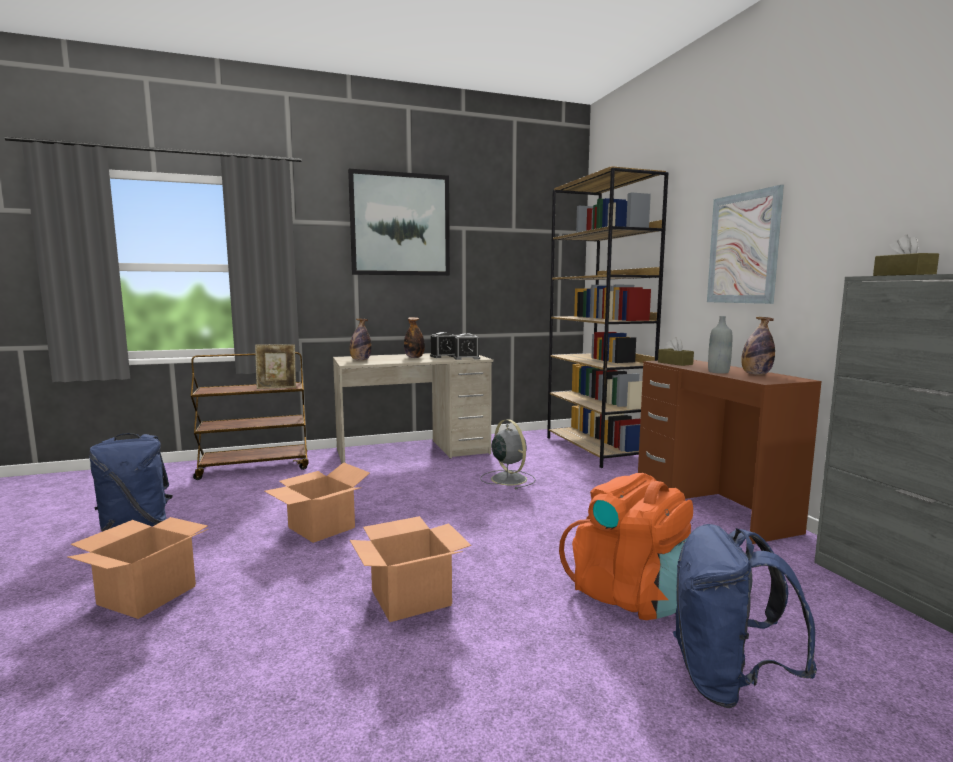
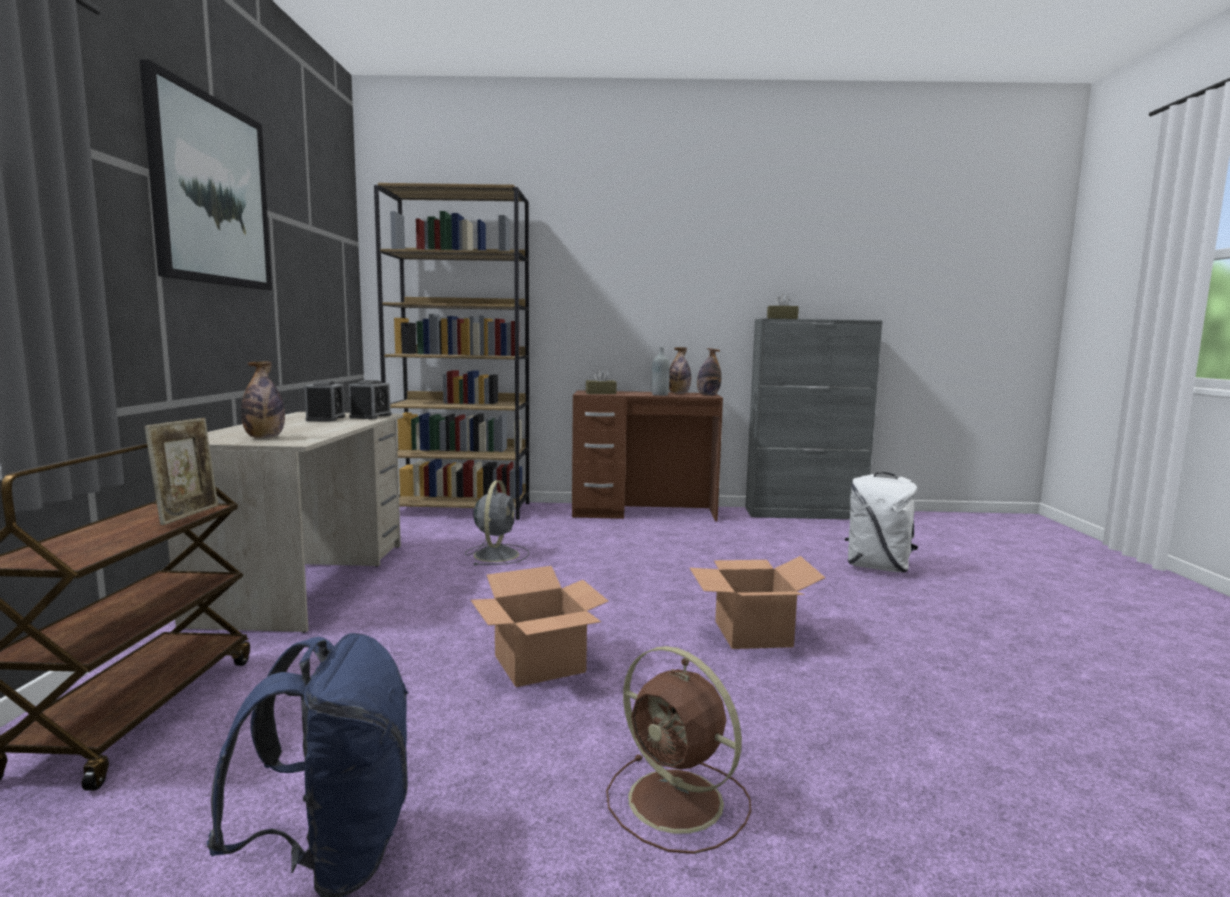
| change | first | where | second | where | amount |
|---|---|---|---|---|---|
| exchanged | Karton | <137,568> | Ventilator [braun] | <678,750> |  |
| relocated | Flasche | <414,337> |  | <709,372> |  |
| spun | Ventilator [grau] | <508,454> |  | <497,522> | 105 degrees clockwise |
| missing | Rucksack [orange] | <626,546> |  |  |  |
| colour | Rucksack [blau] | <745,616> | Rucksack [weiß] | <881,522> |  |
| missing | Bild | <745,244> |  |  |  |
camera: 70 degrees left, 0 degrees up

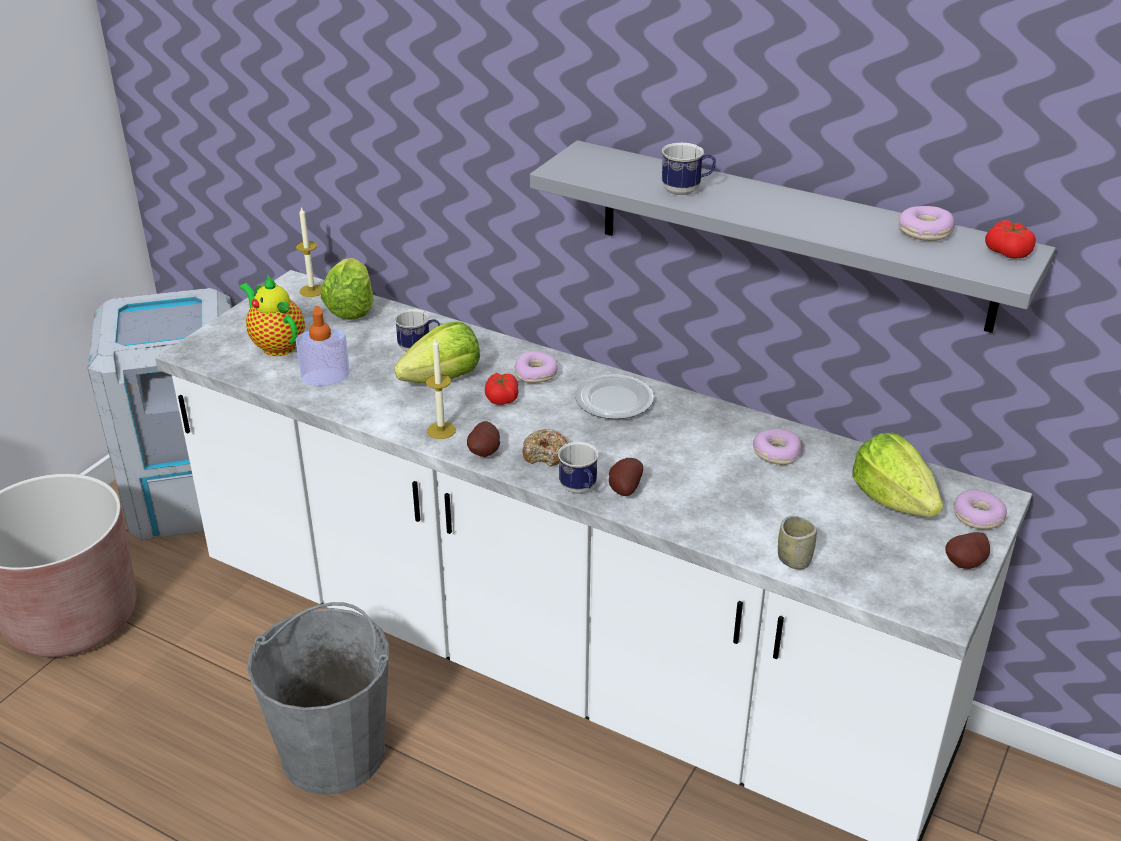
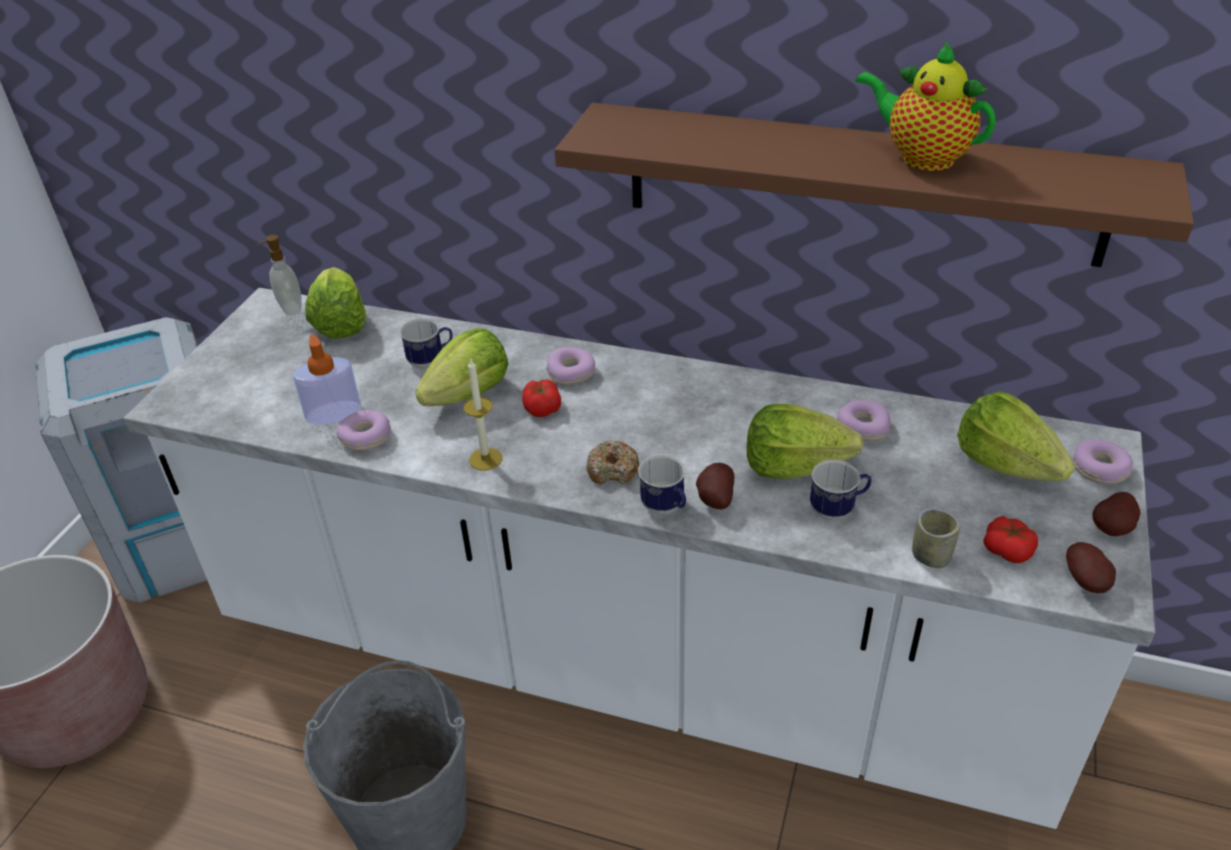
| change | first | where | second | where | amount |
|---|---|---|---|---|---|
| relocated | Teekanne | <272,315> |  | <926,106> |  |
| exchanged | Kerze | <309,251> | Seifenspender | <279,275> |  |
| relocated | Kartoffel | <483,439> |  | <1091,567> |  |
| colour | Wandregal [grau] | <793,236> | Wandregal [braun] | <874,185> |  |
| missing | Teller | <614,396> |  |  |  |
| relocated | Henkelbecher | <689,169> |  | <841,490> |  |
| relocated | Donut | <926,223> |  | <363,430> |  |
| relocated | Tomate | <1010,239> |  | <1010,539> |  |
| appeared |  |  | Salatkopf | <805,441> |  |
camera: 10 degrees left, 5 degrees up

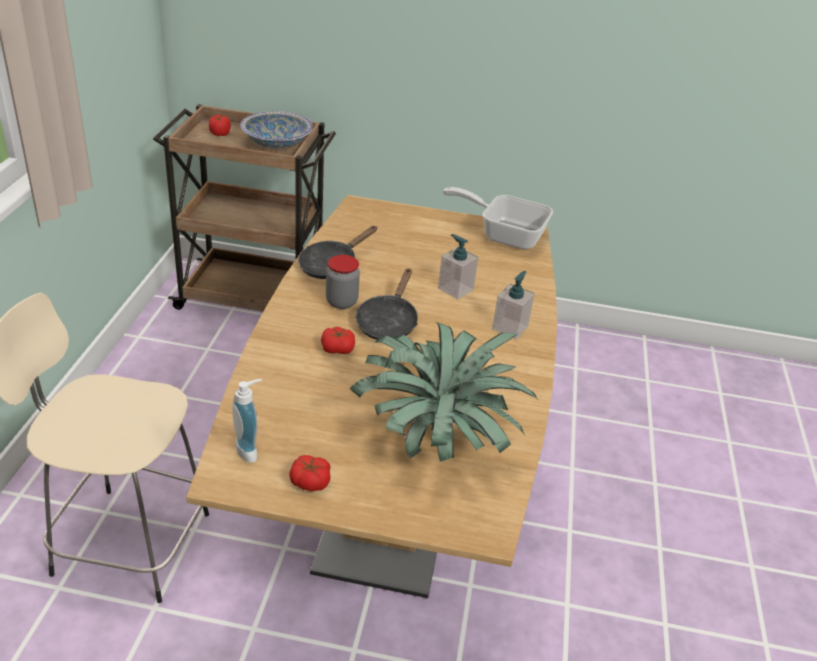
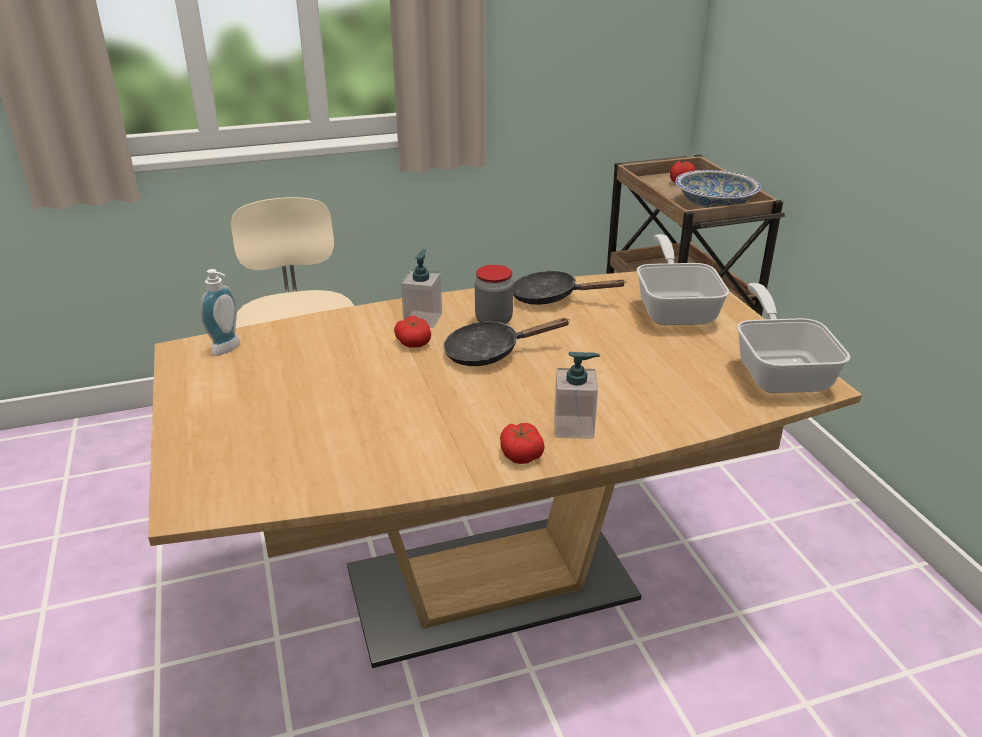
| change | first | where | second | where | amount |
|---|---|---|---|---|---|
| relocated | Tomate | <310,473> |  | <522,443> |  |
| missing | Topfpflanze | <444,392> |  |  |  |
| relocated | Seifenspender | <458,266> |  | <421,288> |  |
| appeared |  |  | Pfanne | <683,279> |  |
camera: 65 degrees right, 5 degrees down

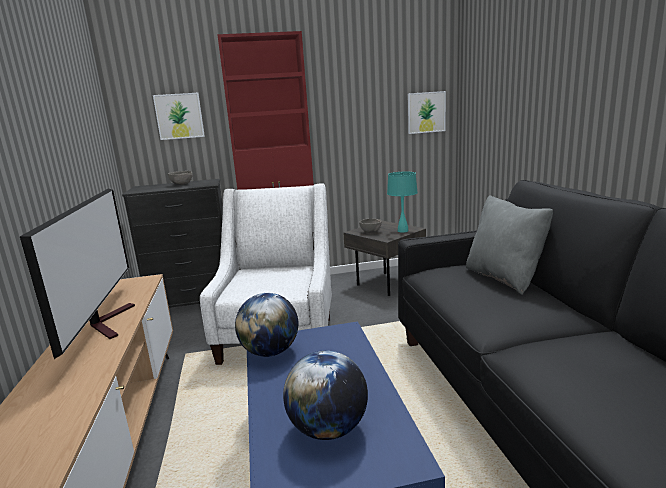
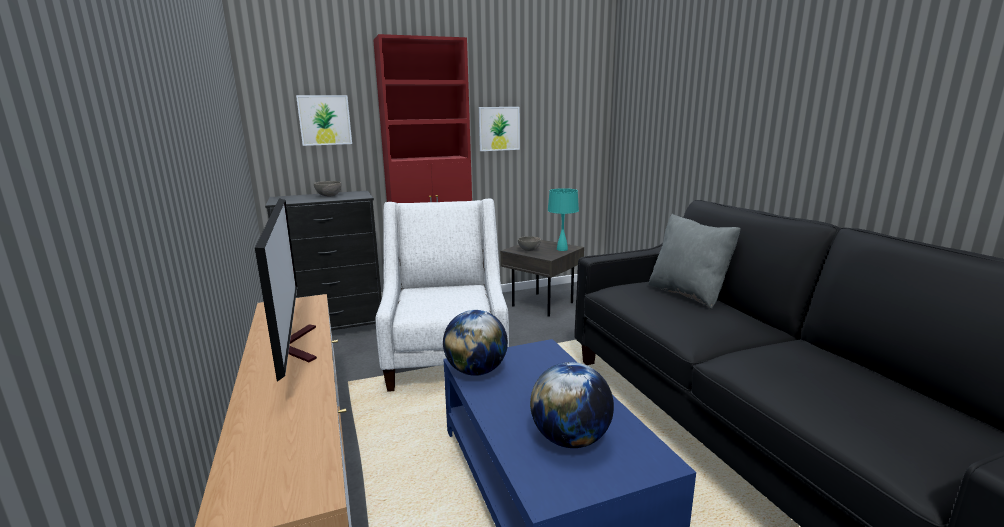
| change | first | where | second | where | amount |
|---|---|---|---|---|---|
| relocated | Bild | <427,112> |  | <499,129> |  |
camera: 10 degrees left, 0 degrees up

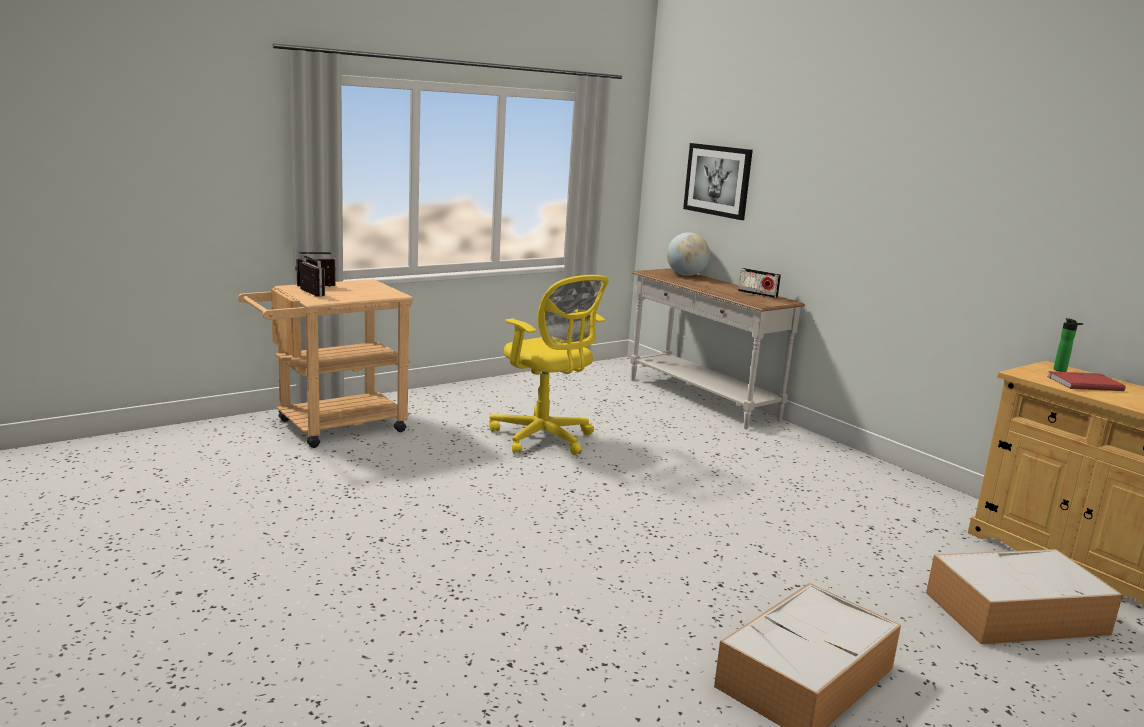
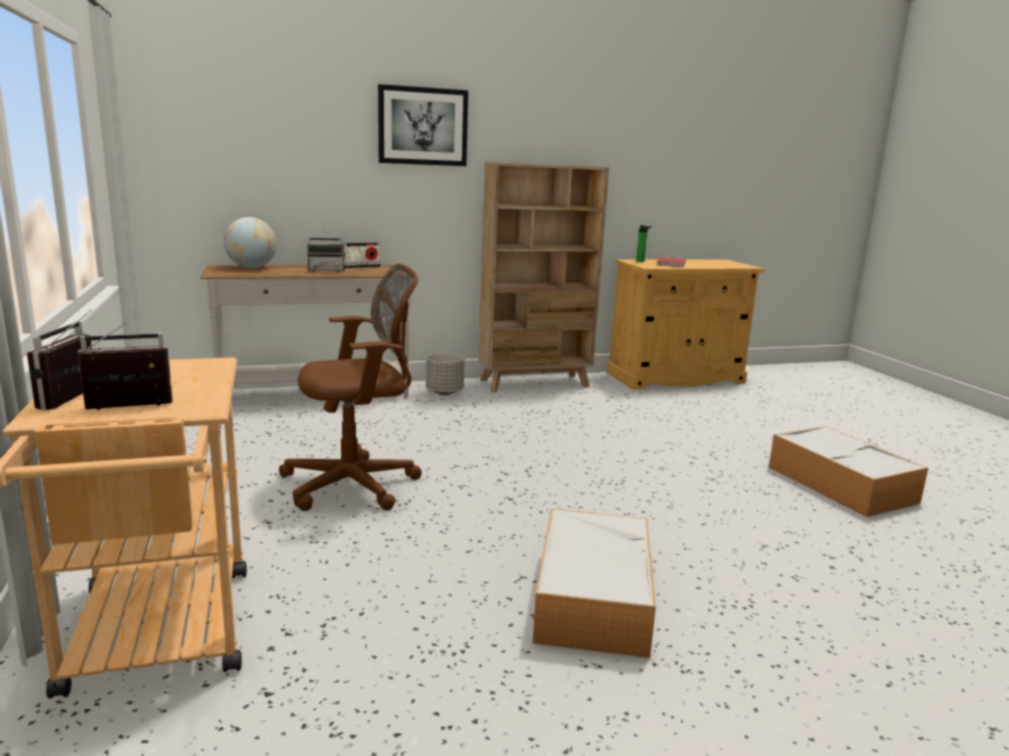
| change | first | where | second | where | amount |
|---|---|---|---|---|---|
| colour | Bürostuhl [gelb] | <549,365> | Bürostuhl [braun] | <350,387> |  |
| relocated | Bild | <718,181> |  | <423,125> |  |
| relocated | Aufbewahrungsbox | <1024,596> |  | <594,583> |  |
| appeared |  |  | Radio | <326,250> |  |
| appeared |  |  | Pflanzkübel [grau] | <445,374> |  |
| appeared |  |  | Bücherregal [beige] | <543,277> |  |
camera: 70 degrees left, 0 degrees up

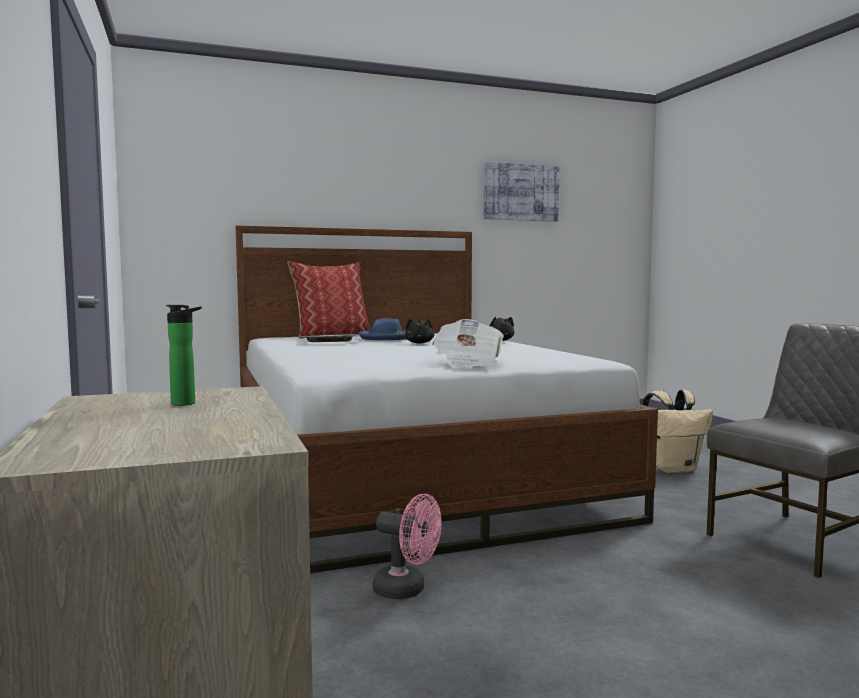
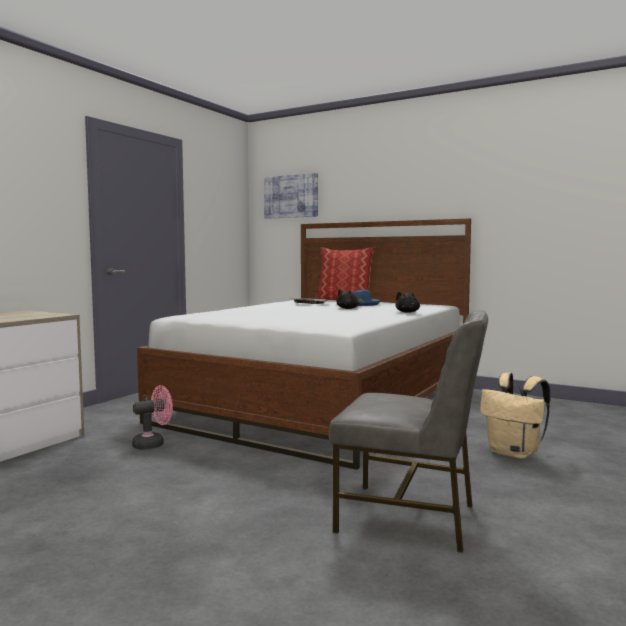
| change | first | where | second | where | amount |
|---|---|---|---|---|---|
| missing | Flasche | <184,355> |  |  |  |
| spun | Ventilator [rosa] | <407,546> |  | <152,417> | 105 degrees counterclockwise |
| missing | Zeitung | <468,344> |  |  |  |
| relocated | Bild | <521,192> |  | <291,196> |  |
camera: 50 degrees right, 0 degrees up

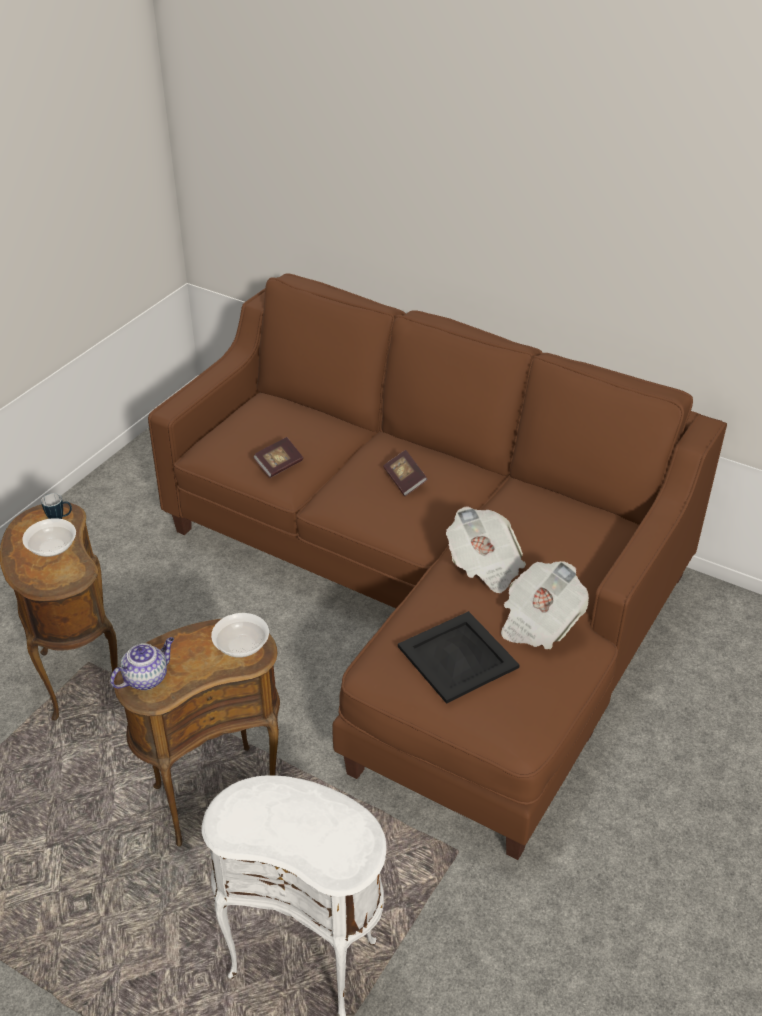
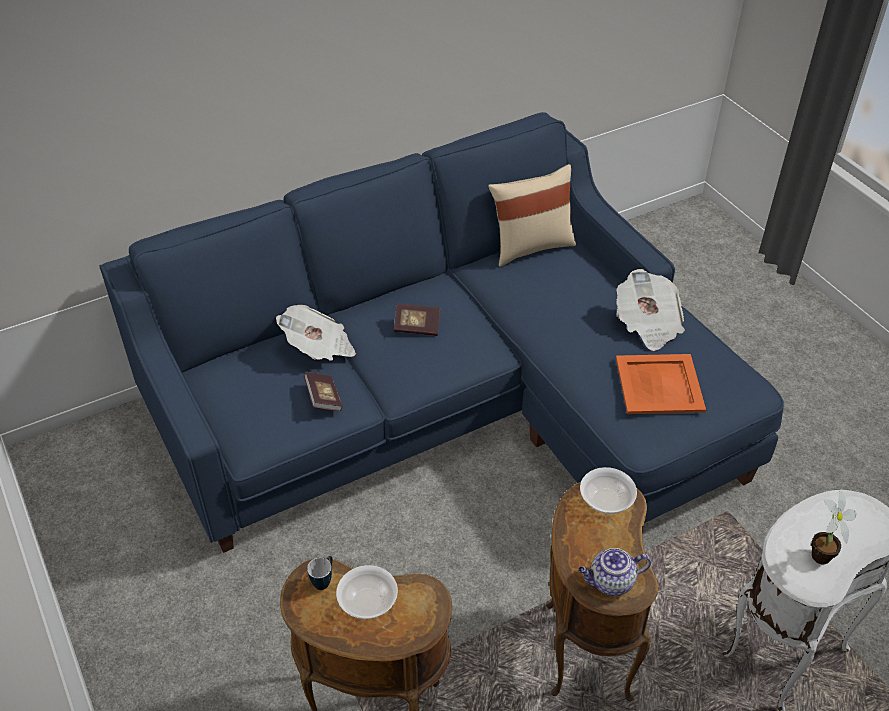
| change | first | where | second | where | amount |
|---|---|---|---|---|---|
| spun | Teekanne | <142,663> |  | <614,572> | 90 degrees counterclockwise |
| colour | Sofa [braun] | <437,566> | Sofa [blau] | <442,332> |  |
| colour | Tablett [schwarz] | <458,657> | Tablett [orange] | <661,384> |  |
| relocated | Zeitung | <486,549> |  | <316,333> |  |
| appeared |  |  | Kissen [beige] | <532,215> |  |
| appeared |  |  | Topfpflanze | <834,526> |  |
camera: 60 degrees left, 5 degrees up

